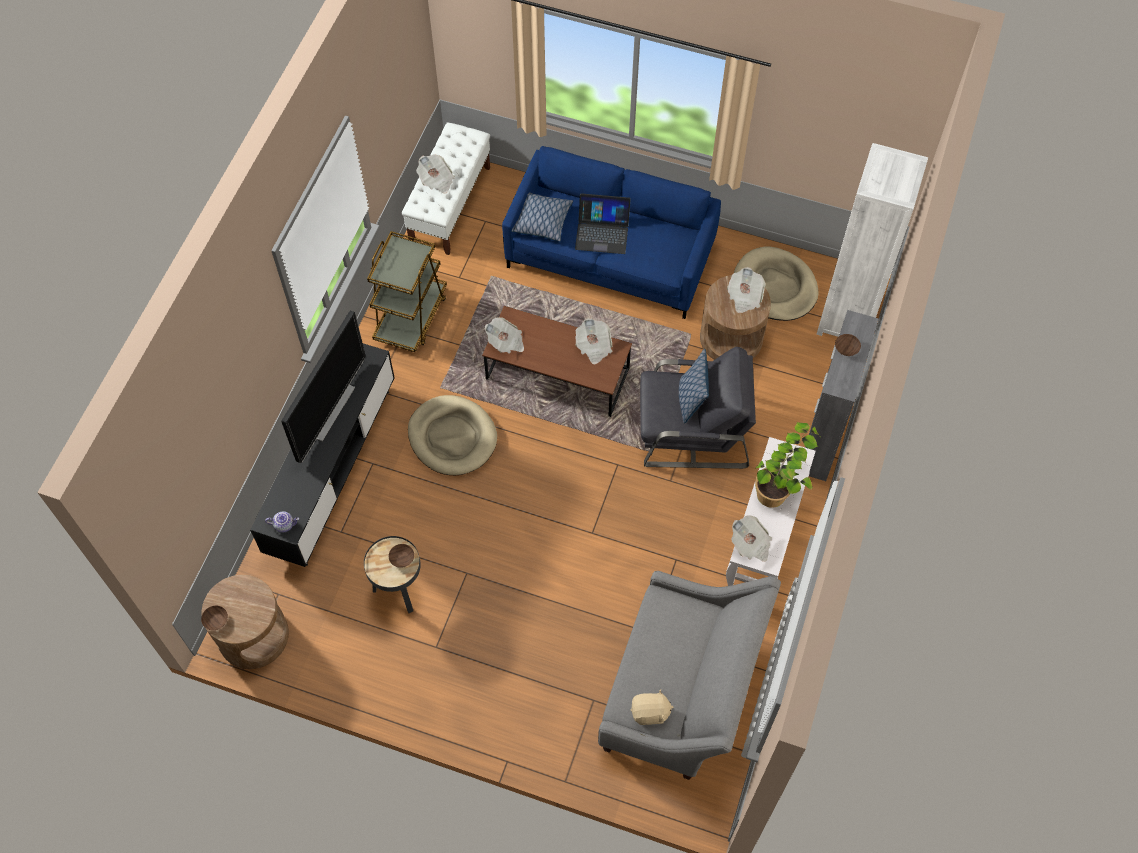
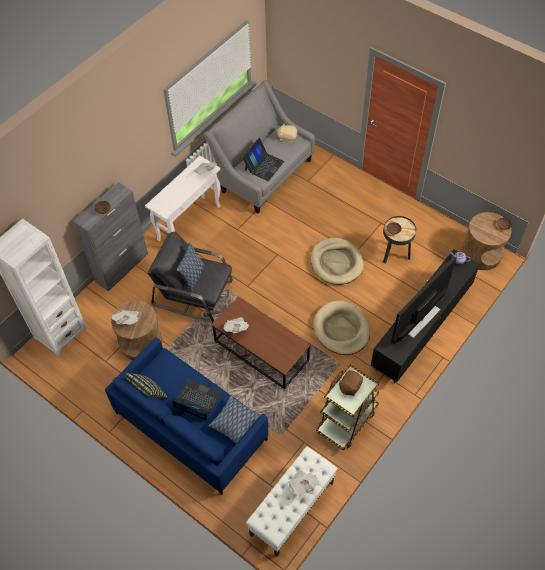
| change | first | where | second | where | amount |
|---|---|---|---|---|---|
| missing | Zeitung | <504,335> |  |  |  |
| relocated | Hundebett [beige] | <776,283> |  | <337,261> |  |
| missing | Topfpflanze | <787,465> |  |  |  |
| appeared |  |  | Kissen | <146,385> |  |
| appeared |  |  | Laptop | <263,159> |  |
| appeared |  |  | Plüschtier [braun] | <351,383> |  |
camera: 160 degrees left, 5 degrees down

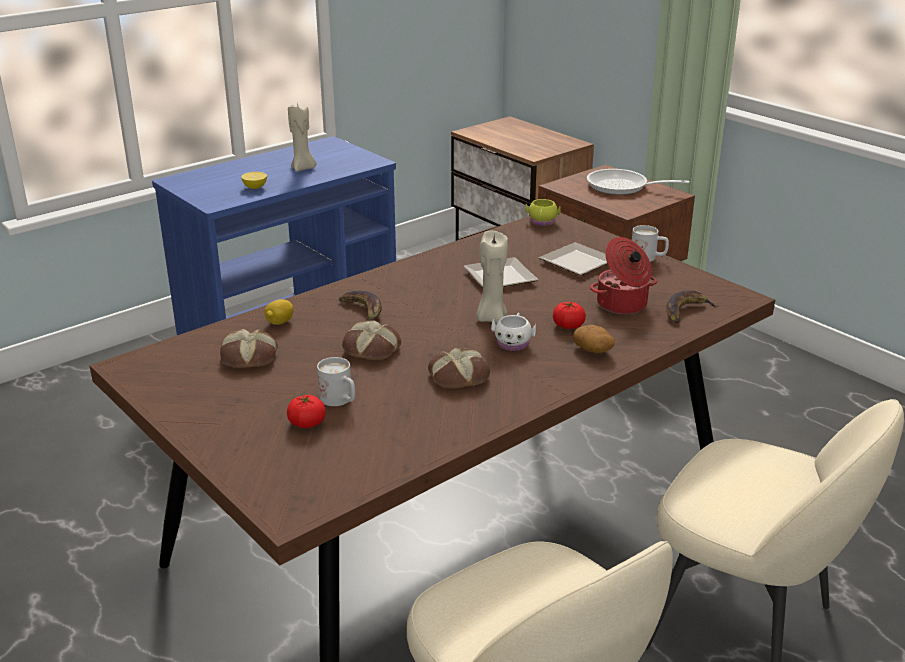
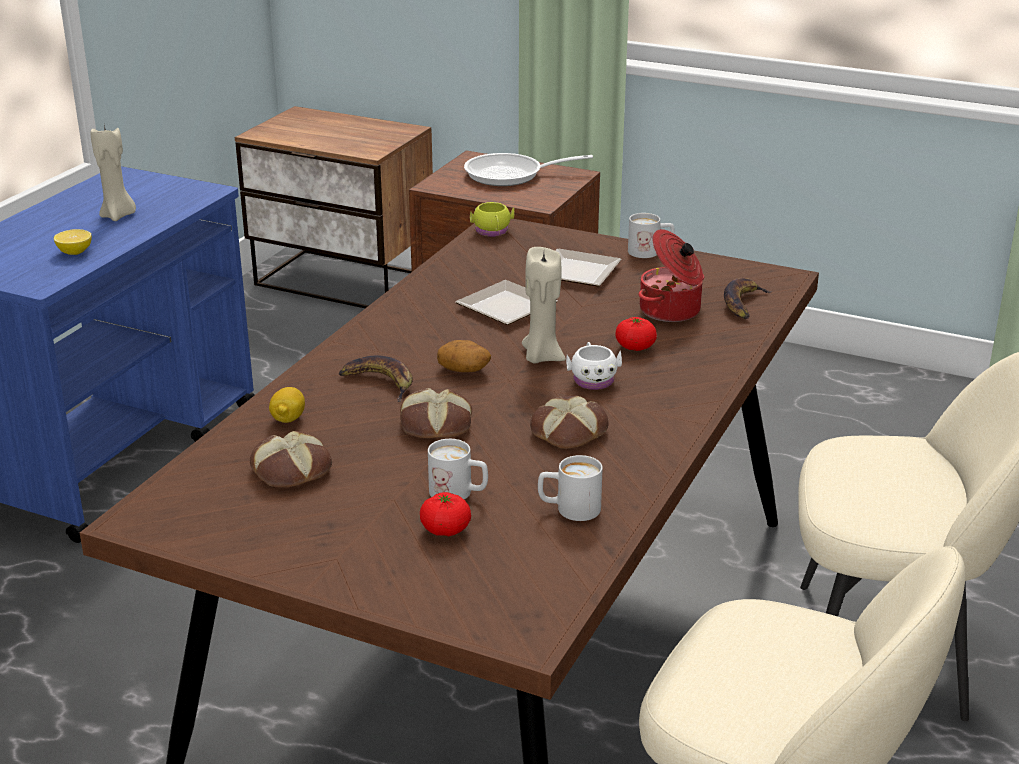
| change | first | where | second | where | amount |
|---|---|---|---|---|---|
| relocated | Kartoffel | <594,339> |  | <464,356> |  |
| appeared |  |  | Henkelbecher [weiß] | <570,488> |  |
camera: 25 degrees left, 0 degrees up

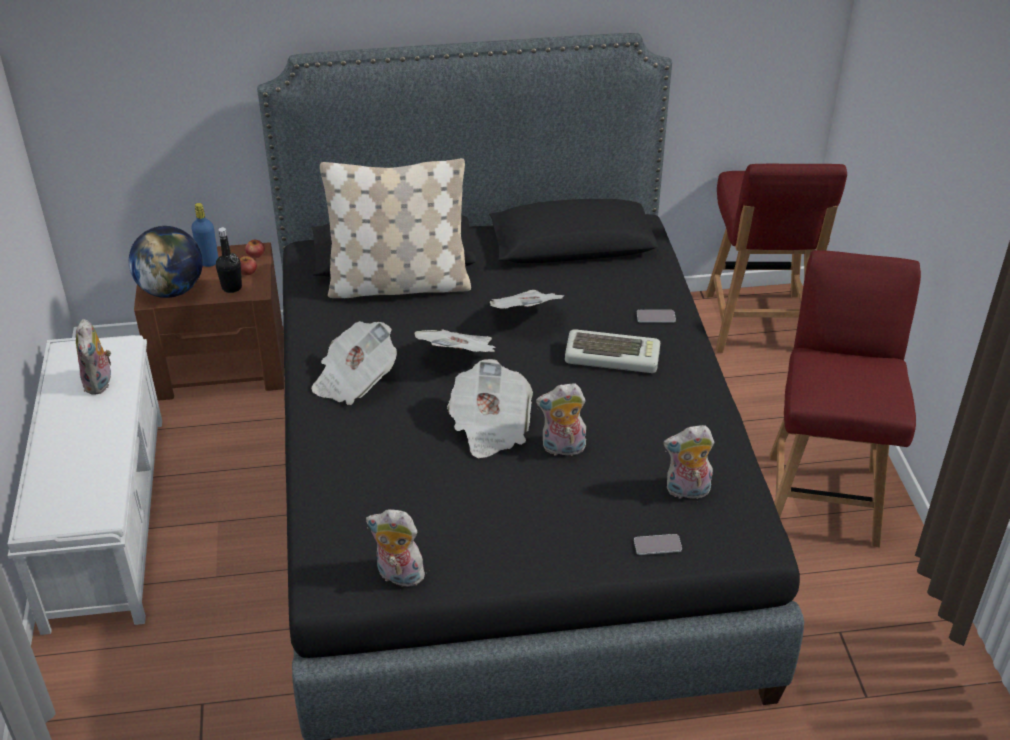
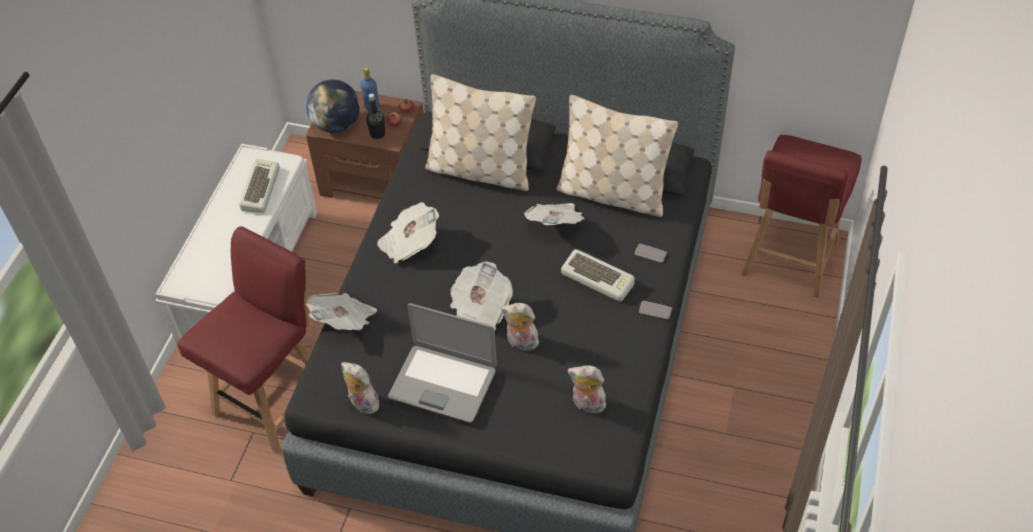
| change | first | where | second | where | amount |
|---|---|---|---|---|---|
| exchanged | Plüschtier | <95,356> | Tastatur | <259,186> |  |
| relocated | Zeitung | <455,341> |  | <341,311> |  |
| relocated | Handy | <658,544> |  | <655,310> |  |
| relocated | Stuhl [rot] | <845,398> |  | <244,339> |  |
| appeared |  |  | Laptop | <442,363> |  |
| appeared |  |  | Kissen [beige] | <617,156> |  |
camera: 25 degrees right, 10 degrees up

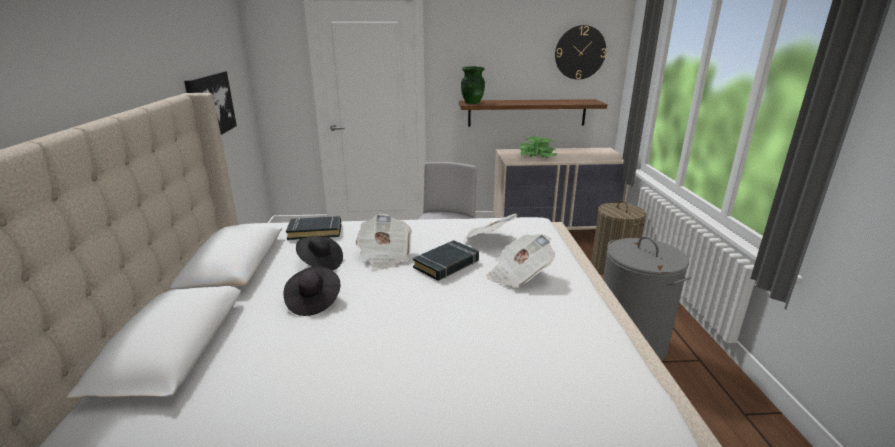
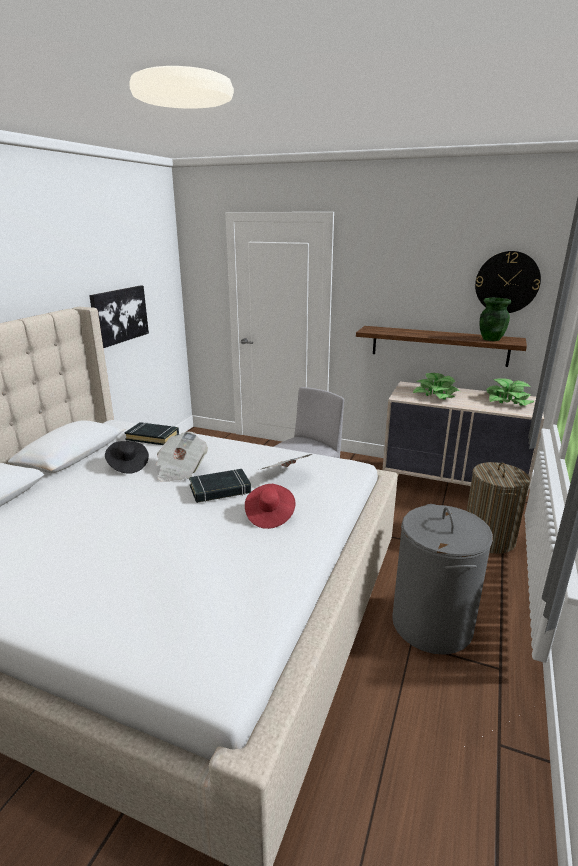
| change | first | where | second | where | amount |
|---|---|---|---|---|---|
| missing | Hut [schwarz] | <311,291> |  |  |  |
| relocated | Vase [grün] | <473,85> |  | <495,319> |  |
| exchanged | Zeitung | <521,261> | Hut [rot] | <270,506> |  |
| appeared |  |  | Topfpflanze | <510,392> |  |
camera: 25 degrees right, 0 degrees up

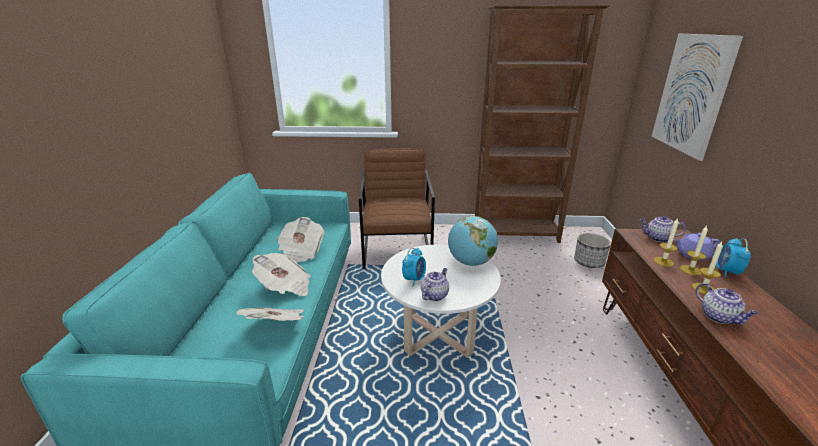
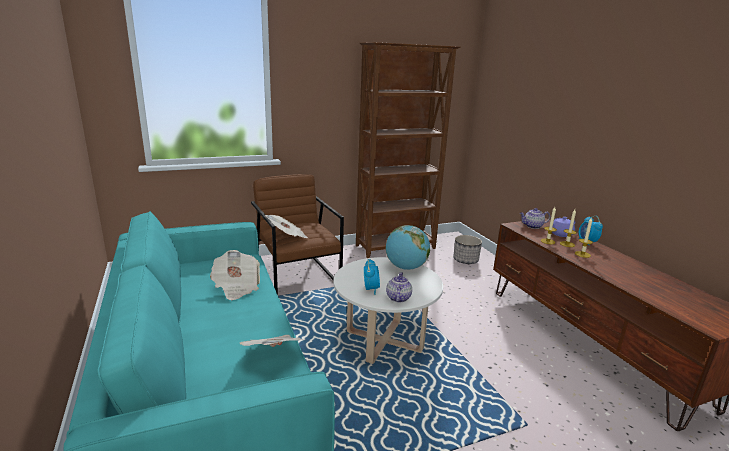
| change | first | where | second | where | amount |
|---|---|---|---|---|---|
| relocated | Zeitung | <281,274> |  | <286,226> |  |
| missing | Bild | <697,97> |  |  |  |
| missing | Teekanne | <727,303> |  |  |  |
camera: 25 degrees left, 5 degrees down

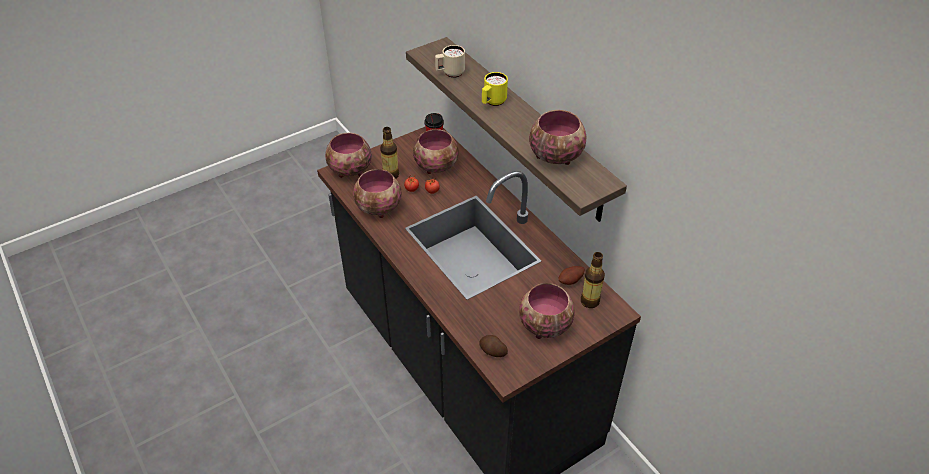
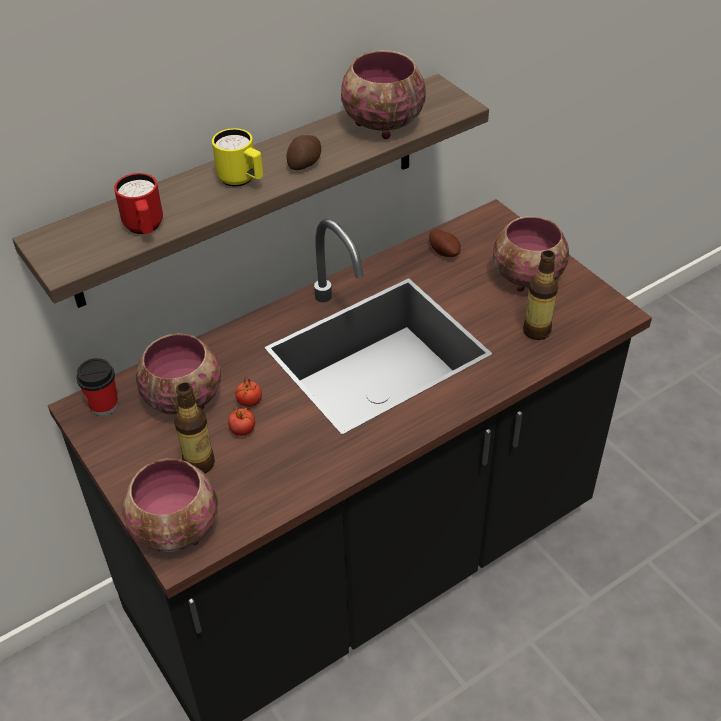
| change | first | where | second | where | amount |
|---|---|---|---|---|---|
| missing | Schüssel | <377,193> |  |  |  |
| colour | Henkelbecher [beige] | <450,61> | Henkelbecher [rot] | <138,203> |  |
| relocated | Kartoffel | <493,346> |  | <304,152> |  |
| relocated | Flasche | <593,280> |  | <540,295> |  |
camera: 90 degrees left, 0 degrees up

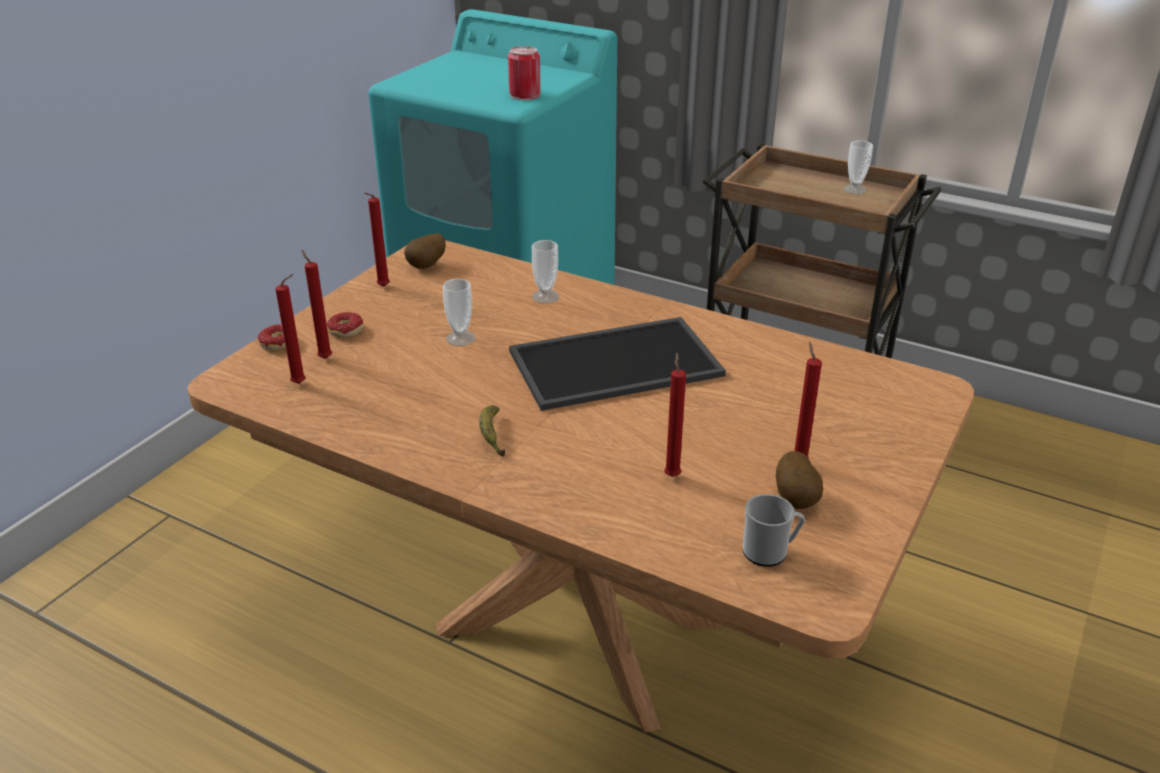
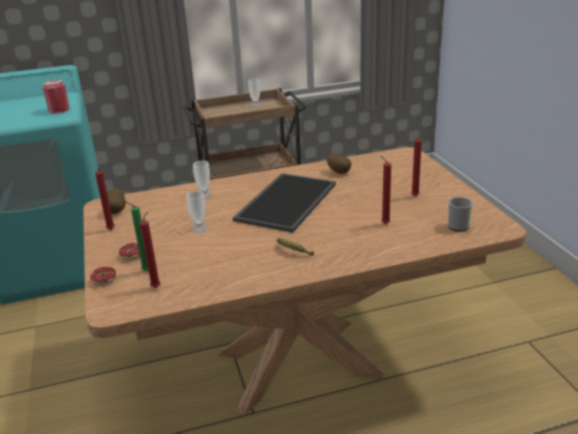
| change | first | where | second | where | amount |
|---|---|---|---|---|---|
| colour | Kerze [rot] | <316,304> | Kerze [grün] | <136,236> |  |
| relocated | Kartoffel | <799,480> |  | <339,163> |  |
camera: 45 degrees left, 5 degrees down

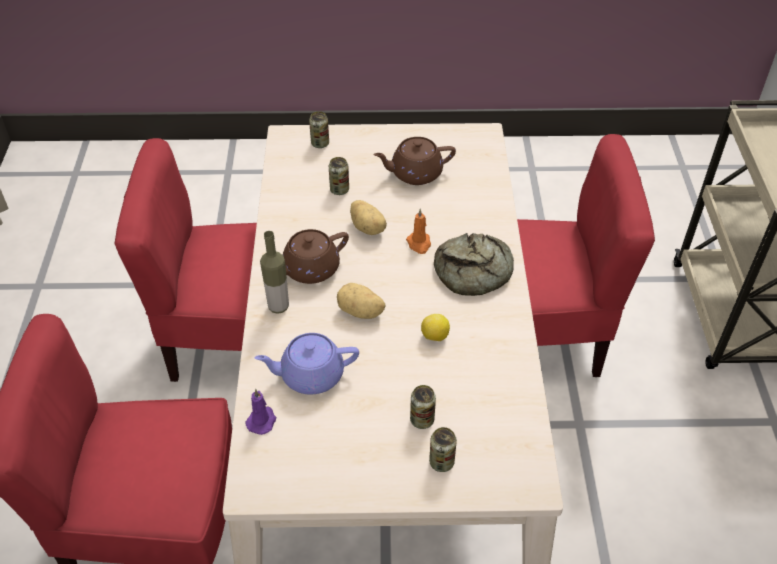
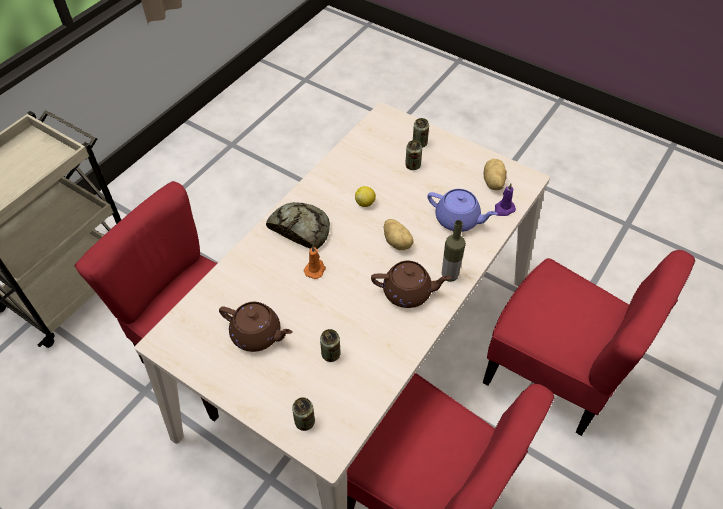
| change | first | where | second | where | amount |
|---|---|---|---|---|---|
| relocated | Kartoffel | <368,217> |  | <495,174> |  |
camera: 145 degrees left, 5 degrees up

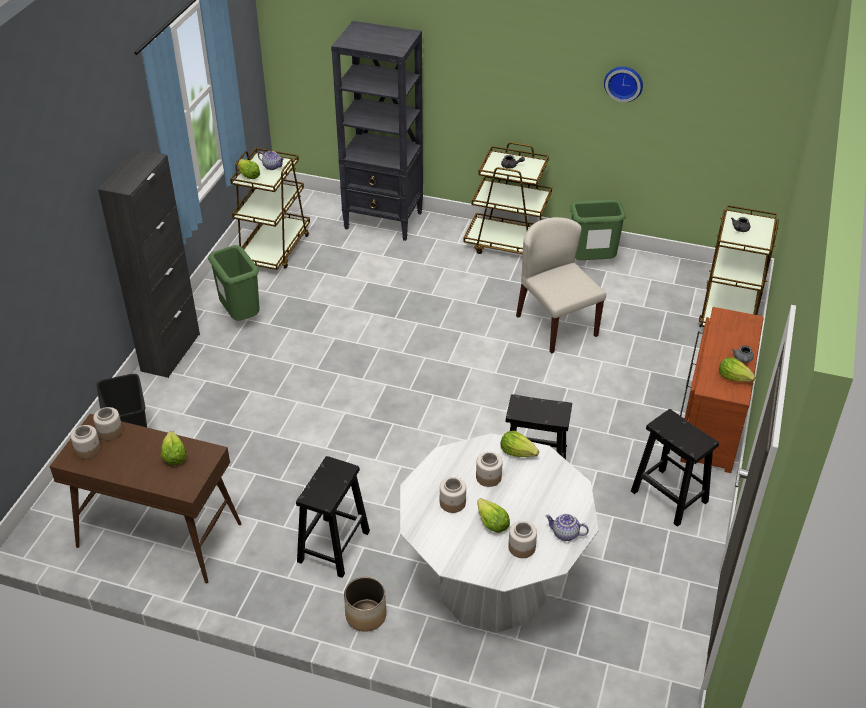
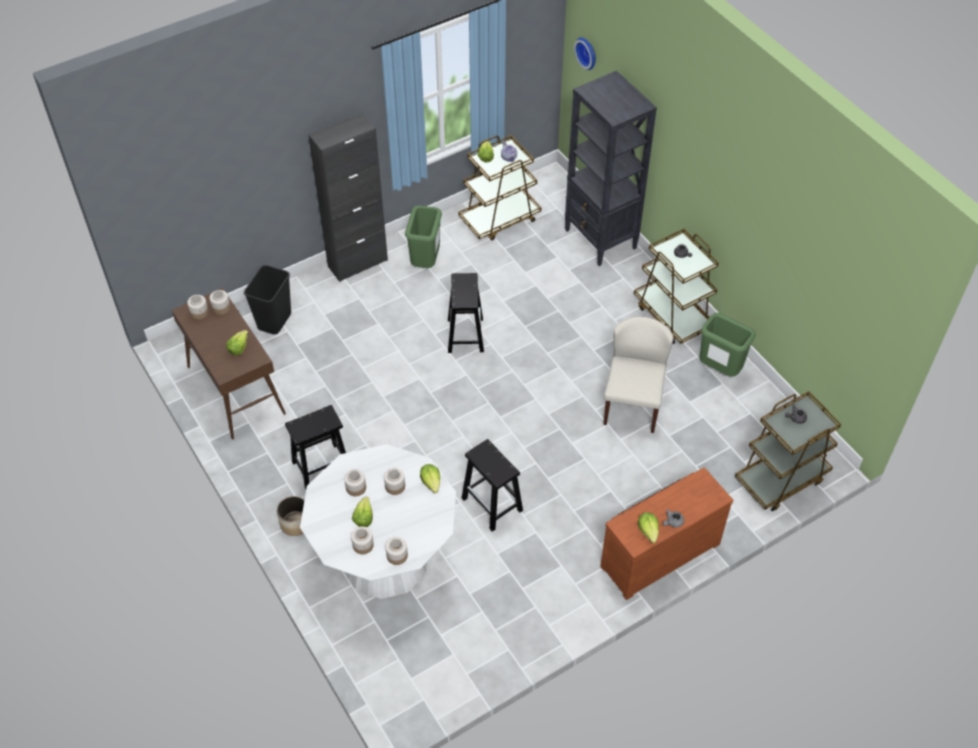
| change | first | where | second | where | amount |
|---|---|---|---|---|---|
| exchanged | Teekanne | <567,527> | Vorratsglas | <397,551> |  |
| relocated | Wanduhr | <623,84> |  | <585,53> |  |
| relocated | Hocker [schwarz] | <675,468> |  | <466,313> |  |
camera: 40 degrees right, 10 degrees up

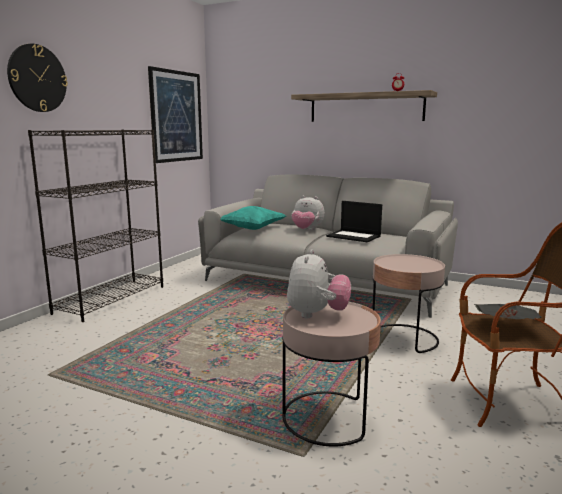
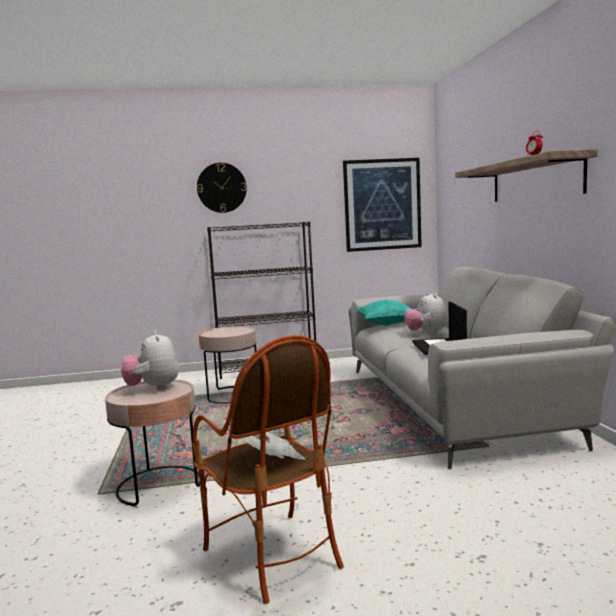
| change | first | where | second | where | amount |
|---|---|---|---|---|---|
| spun | Plüschtier | <319,283> |  | <150,360> | 90 degrees clockwise |
| relocated | Beistelltisch [rosa] | <408,303> |  | <227,365> |  |
camera: 55 degrees right, 5 degrees down

